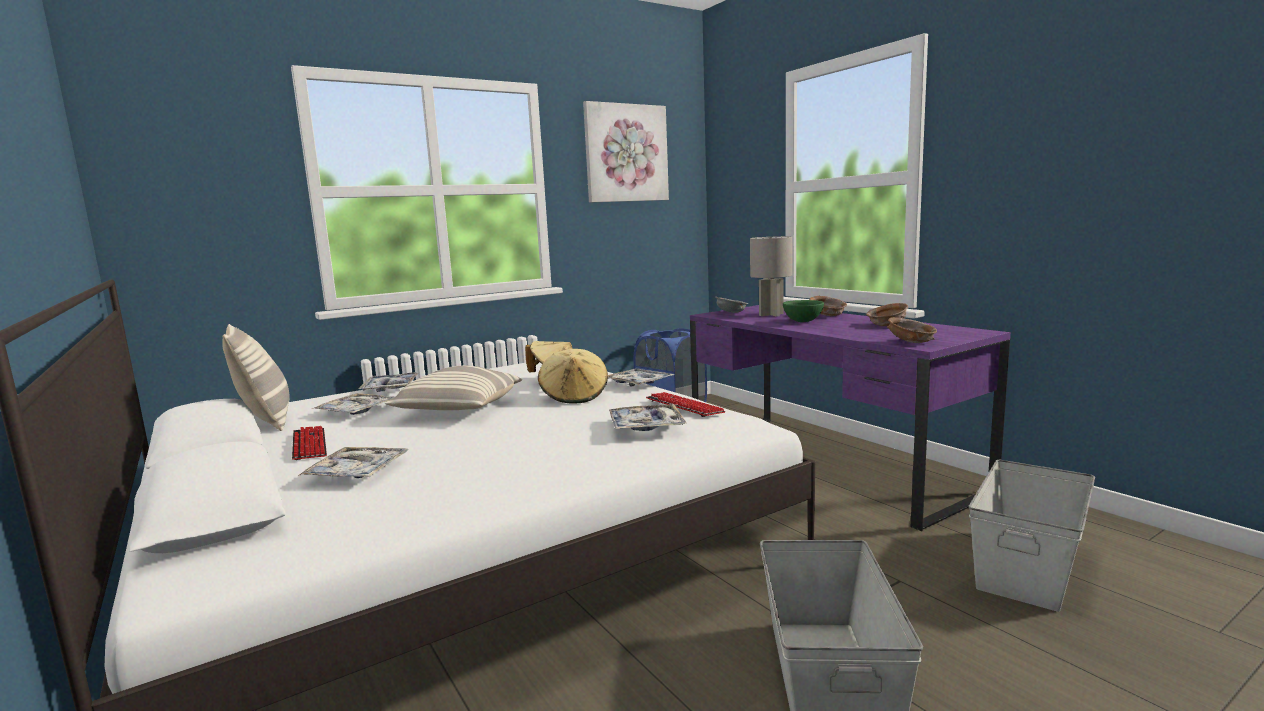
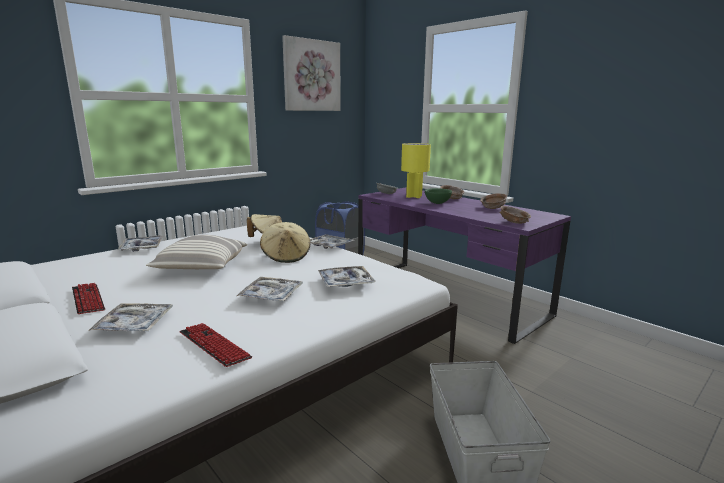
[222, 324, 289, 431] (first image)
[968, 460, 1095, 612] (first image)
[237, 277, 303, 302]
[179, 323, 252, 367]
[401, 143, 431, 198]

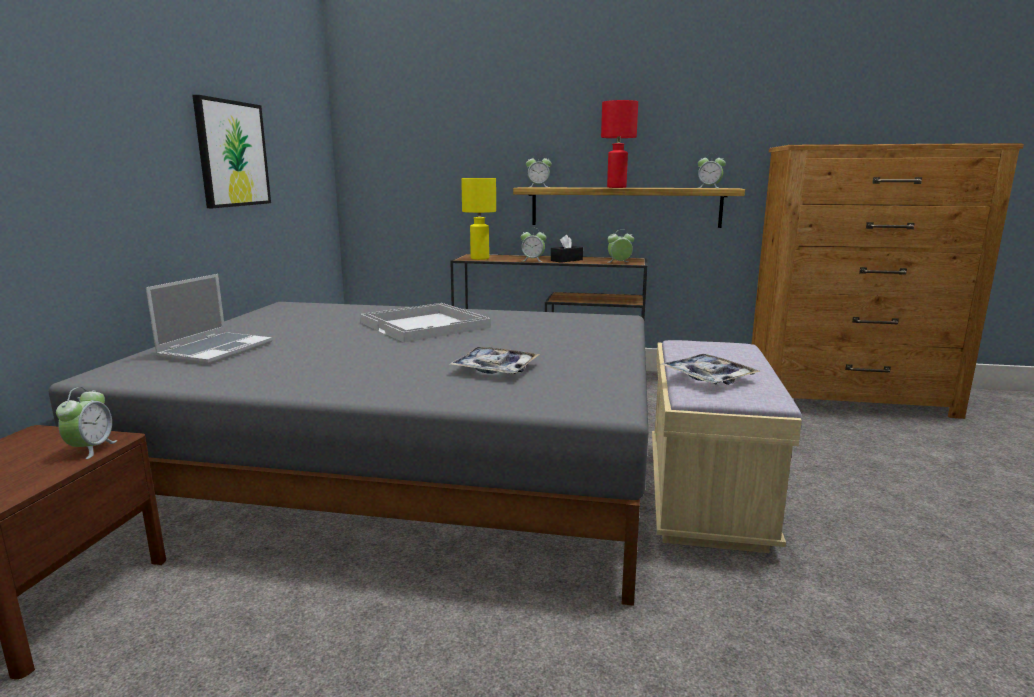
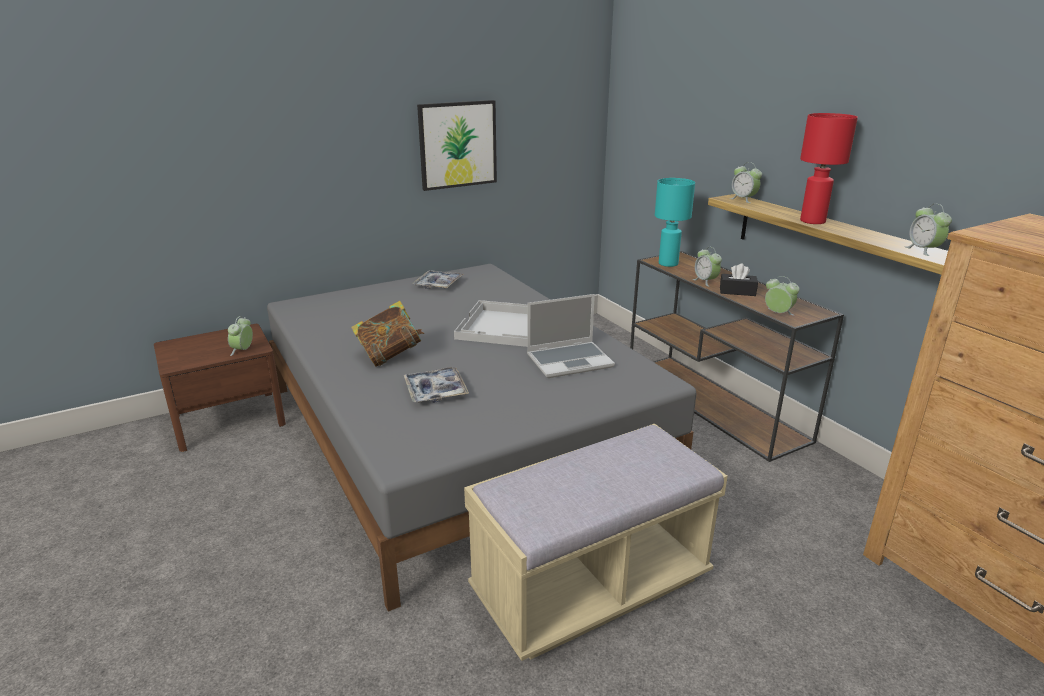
[351, 301, 424, 367]
[527, 294, 615, 378]
[412, 270, 464, 289]
[655, 178, 695, 267]
[228, 316, 253, 356]

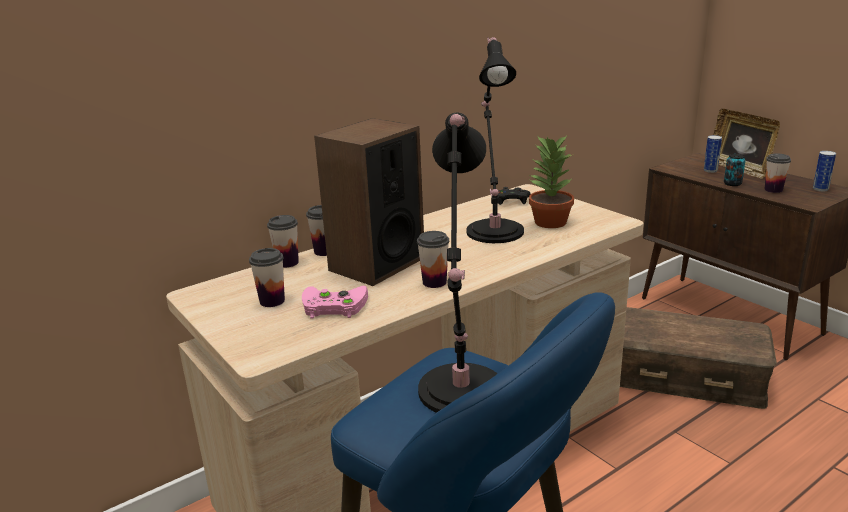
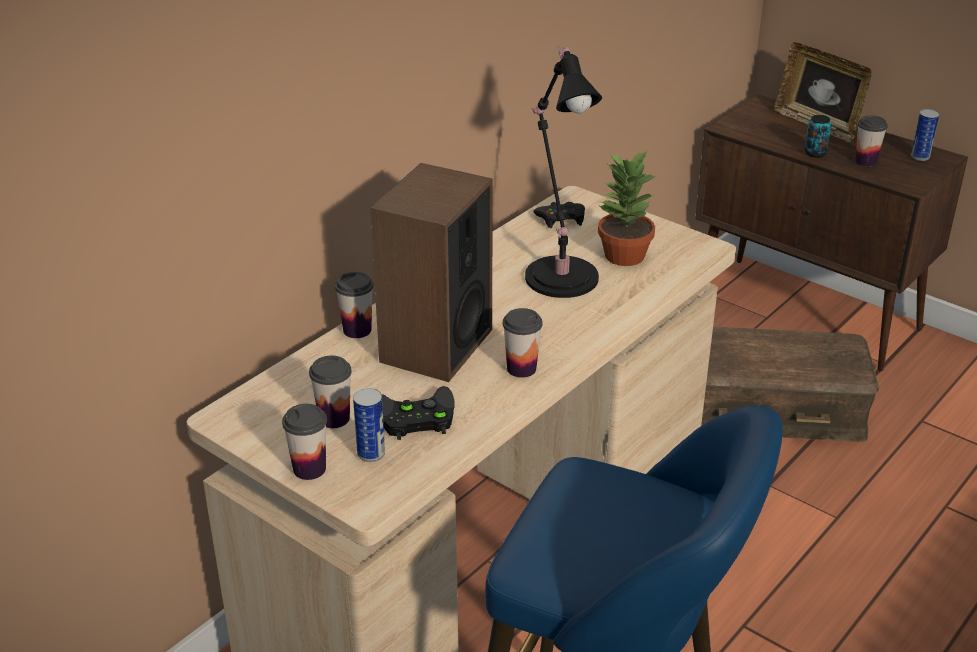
[418, 112, 497, 413] (first image)
[282, 404, 327, 480]
[353, 388, 385, 462]
[382, 386, 455, 440]

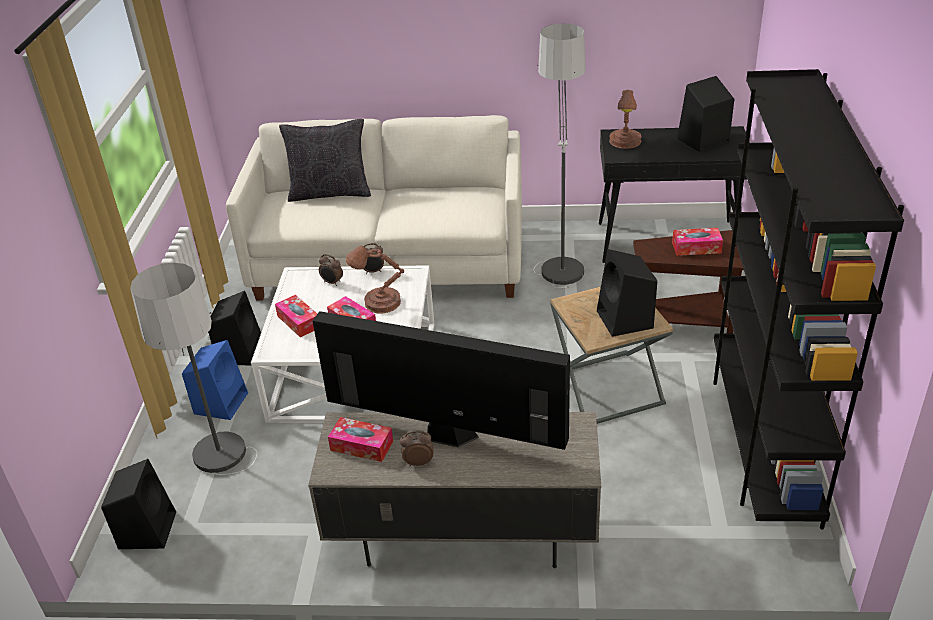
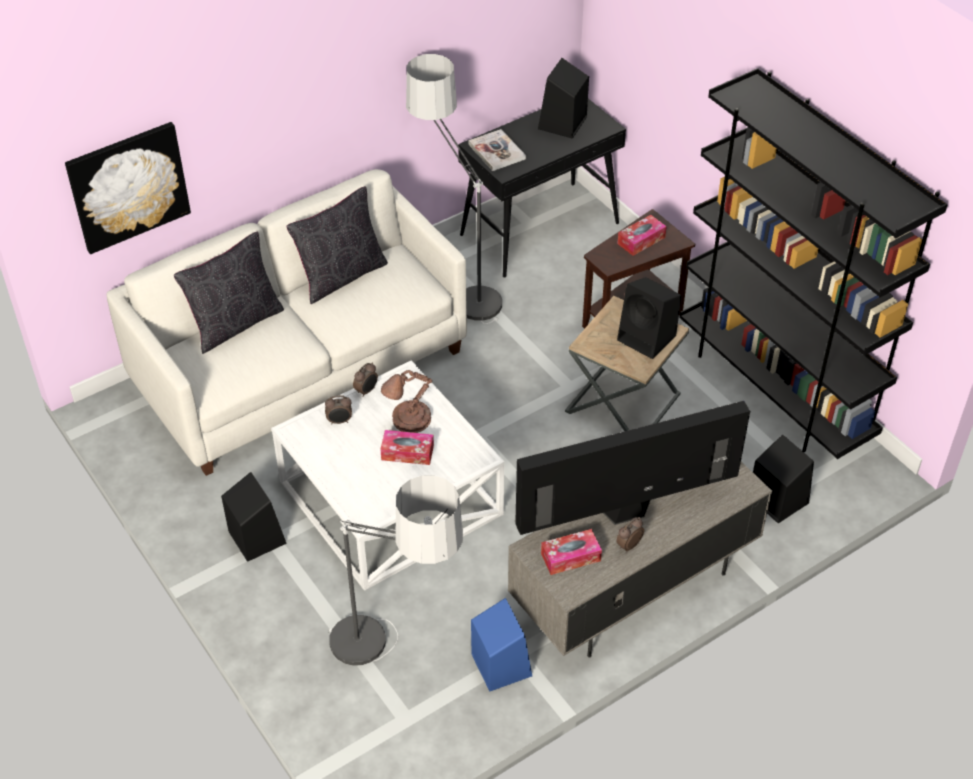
[275, 295, 317, 337] (first image)
[65, 122, 191, 254]
[286, 186, 388, 304]
[753, 435, 814, 523]
[471, 598, 532, 692]
[468, 129, 526, 171]

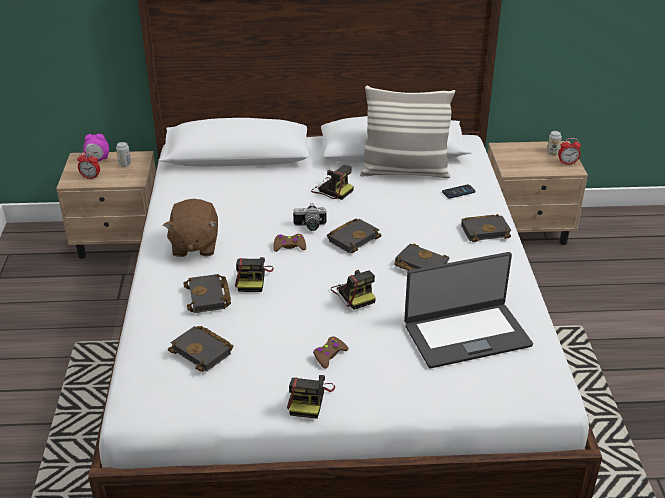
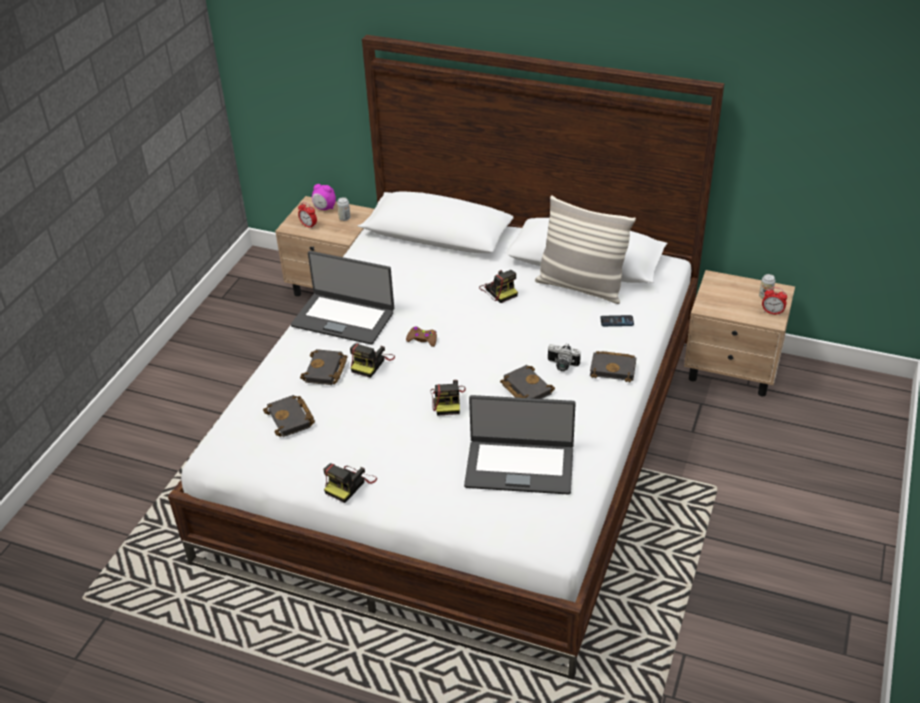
[313, 336, 349, 368] (first image)
[327, 218, 382, 253] (first image)
[548, 343, 581, 372]
[291, 251, 394, 345]

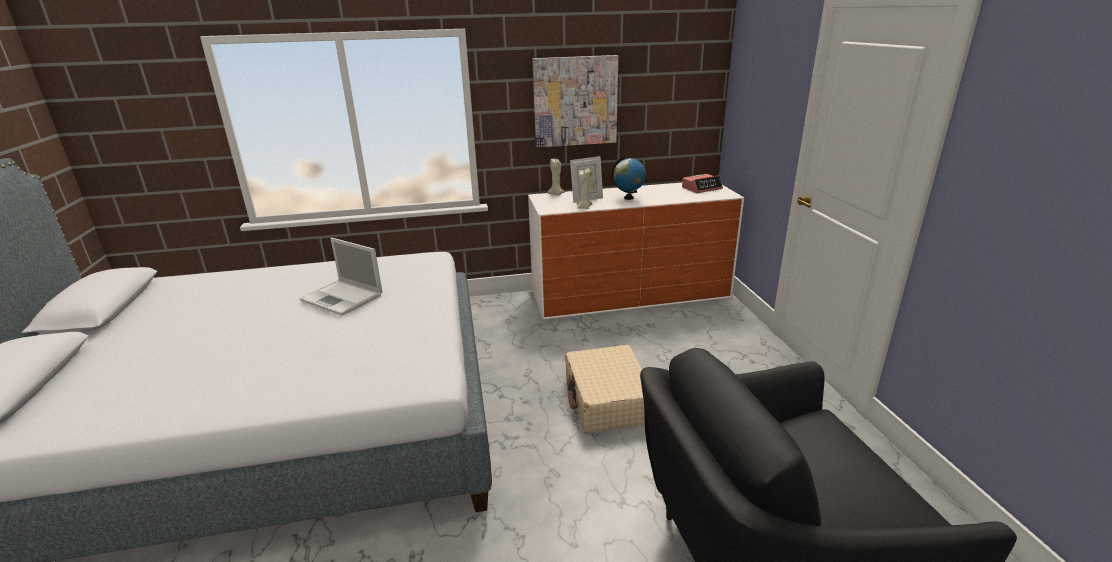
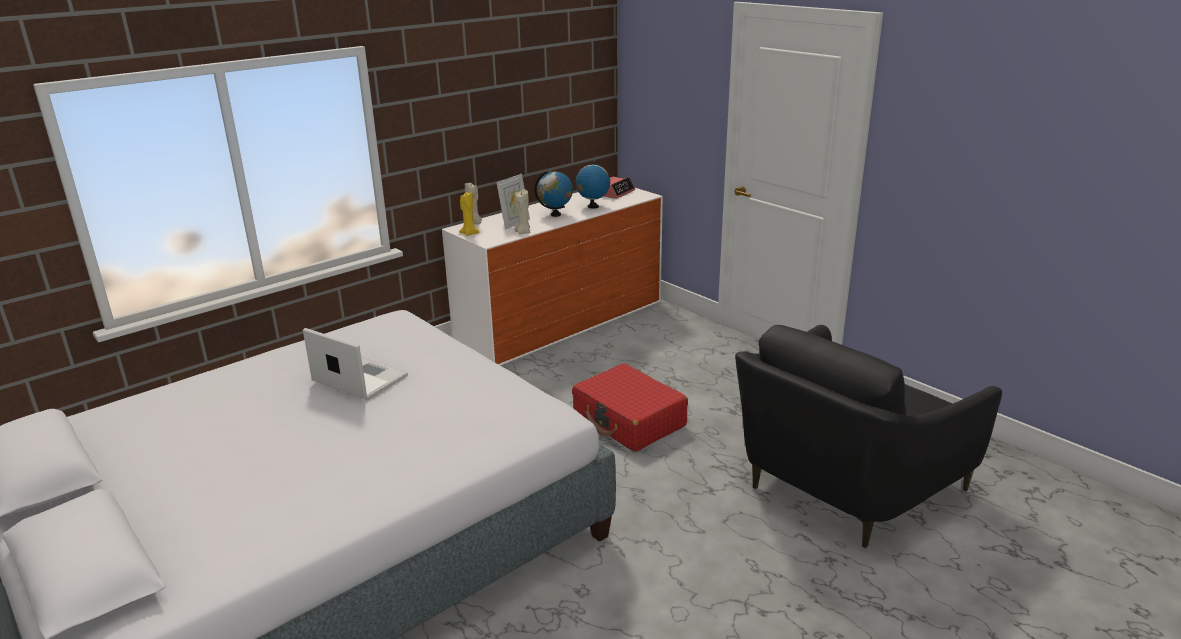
[532, 55, 618, 148] (first image)
[459, 192, 480, 236]
[576, 162, 610, 208]
[572, 363, 688, 452]
[303, 328, 408, 400]

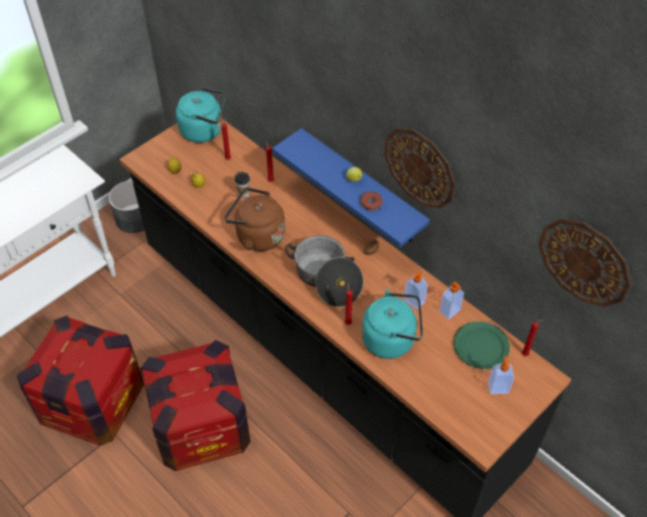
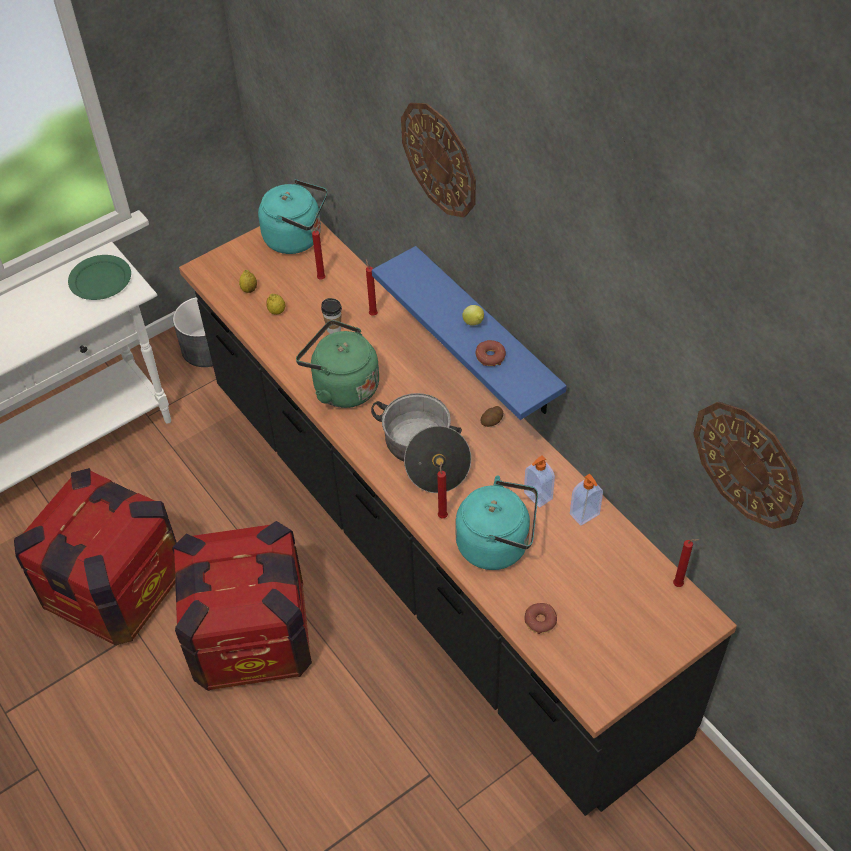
[488, 356, 514, 394] (first image)
[524, 603, 557, 634]
[401, 103, 476, 217]
[68, 255, 131, 300]
[296, 320, 379, 408]

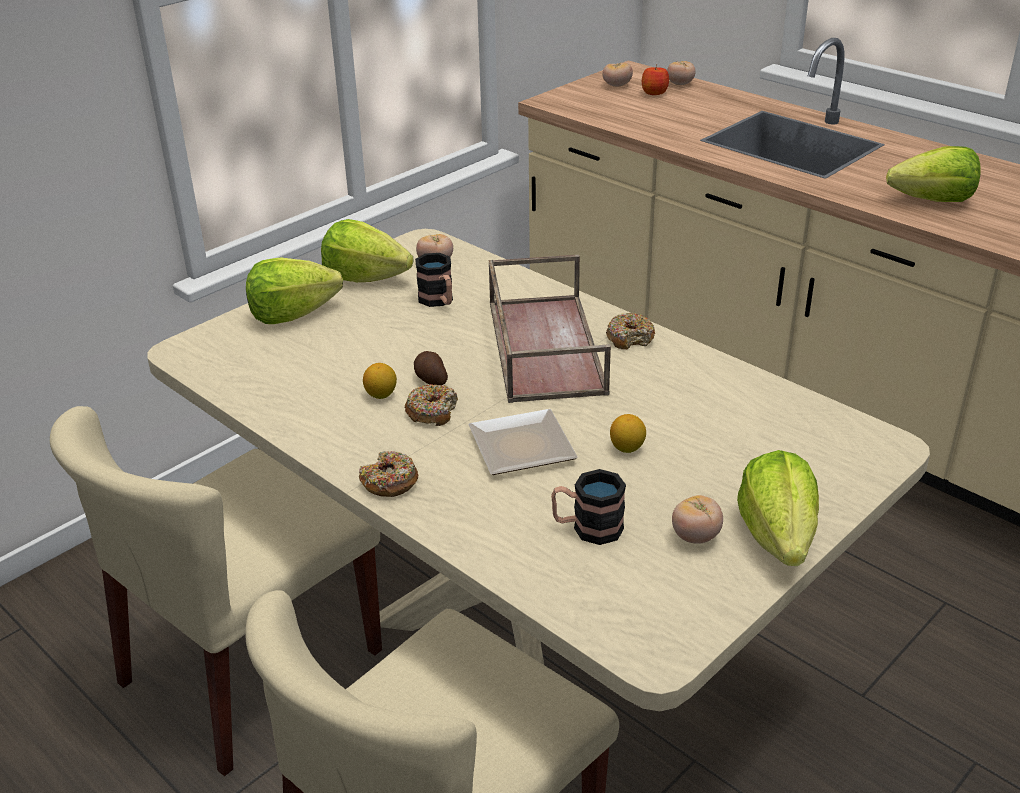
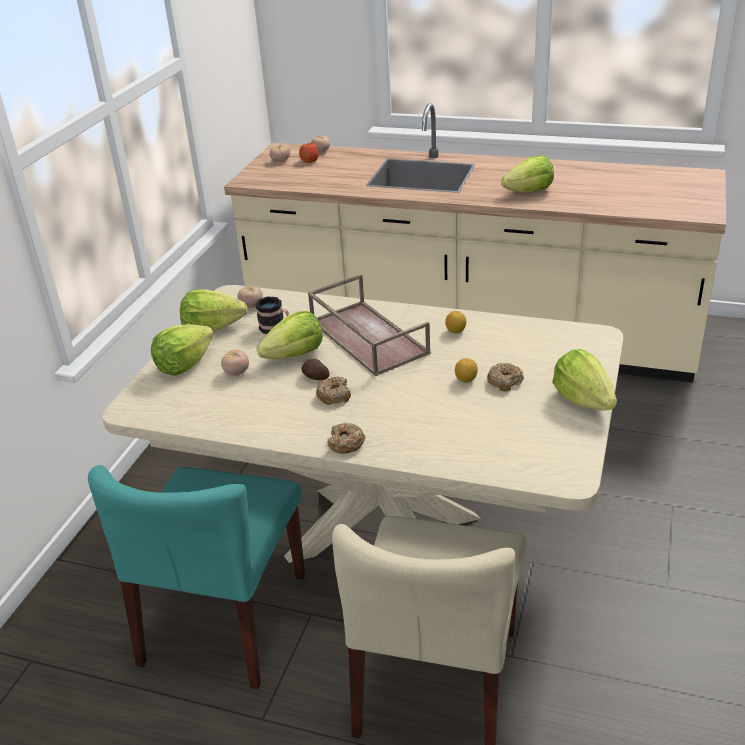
[468, 409, 578, 475] (first image)
[551, 469, 626, 545] (first image)
[257, 311, 323, 359]
[445, 311, 466, 333]
[487, 363, 524, 392]
[221, 350, 249, 376]
[88, 465, 305, 689]

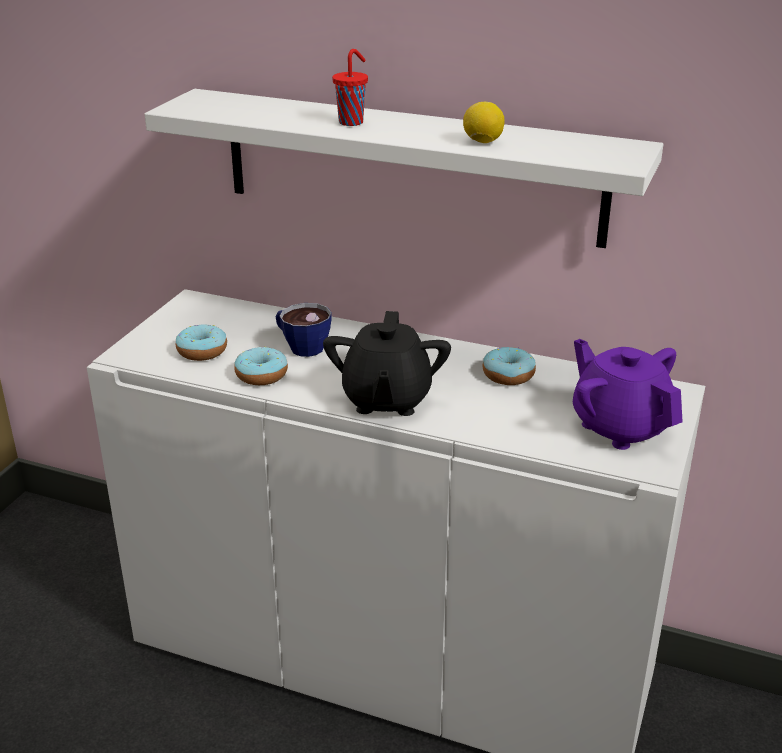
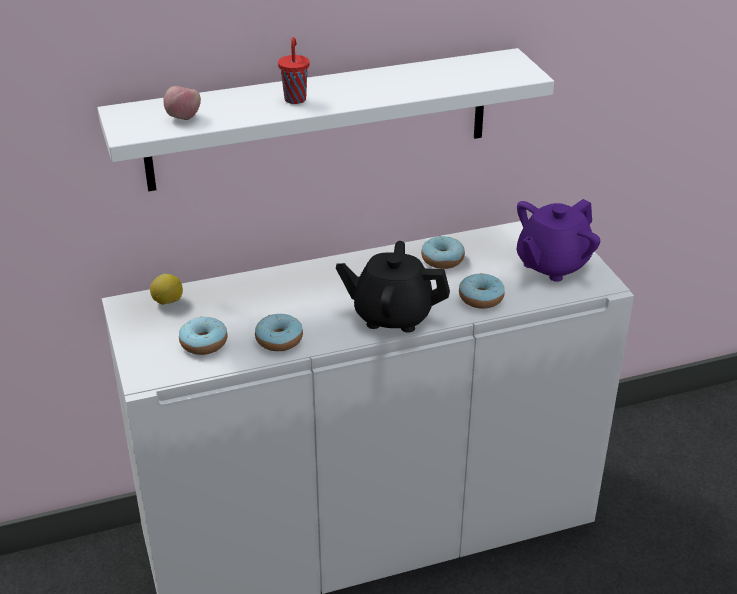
[275, 303, 332, 357] (first image)
[164, 86, 201, 120]
[459, 273, 505, 309]
[150, 274, 183, 305]
[336, 241, 450, 333]
[516, 199, 600, 282]

